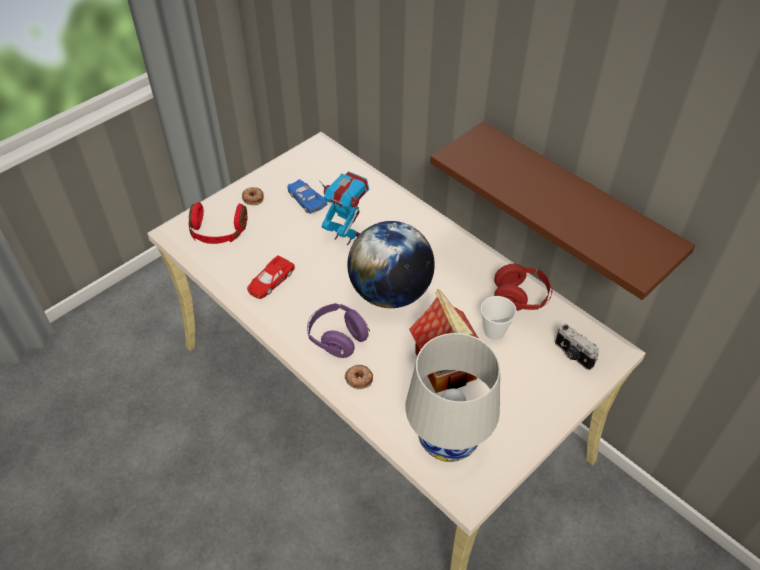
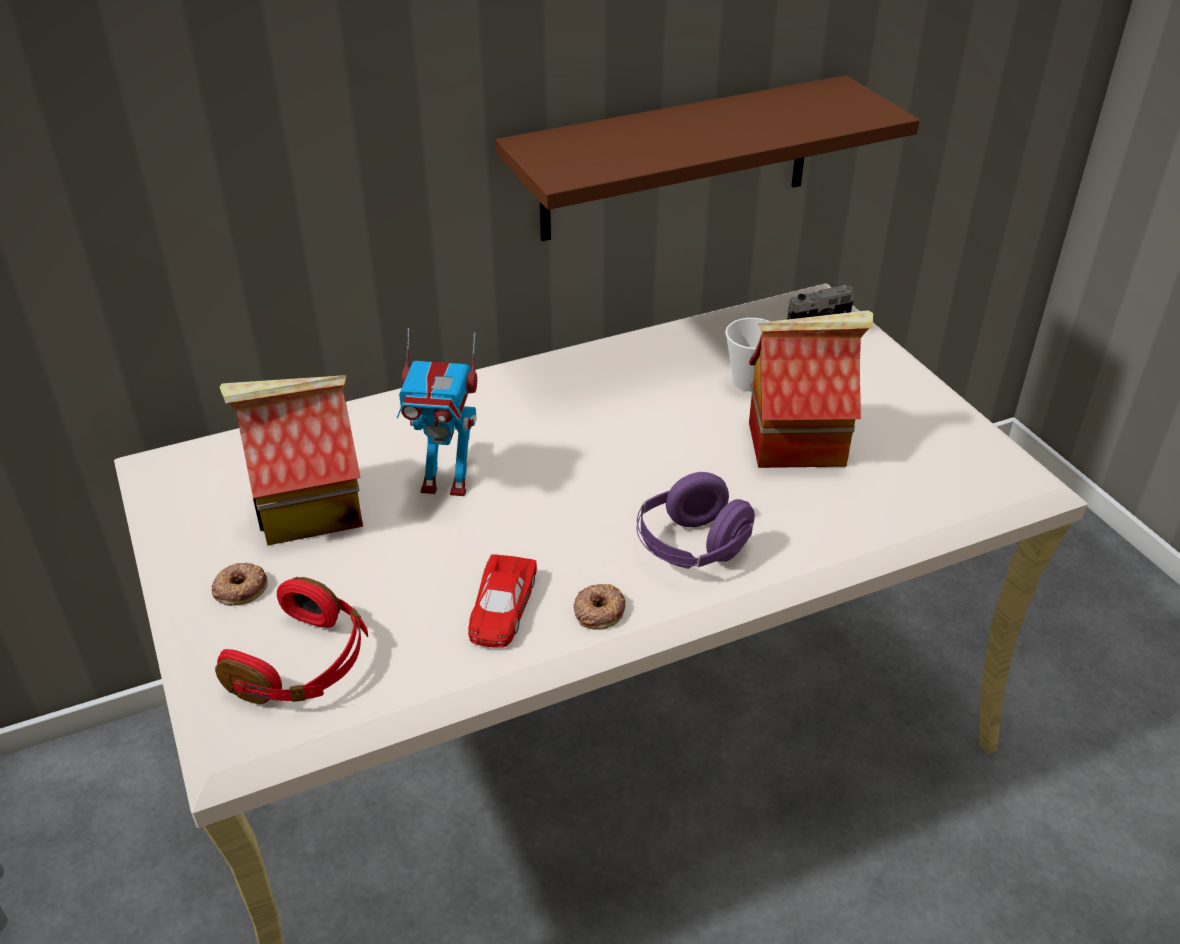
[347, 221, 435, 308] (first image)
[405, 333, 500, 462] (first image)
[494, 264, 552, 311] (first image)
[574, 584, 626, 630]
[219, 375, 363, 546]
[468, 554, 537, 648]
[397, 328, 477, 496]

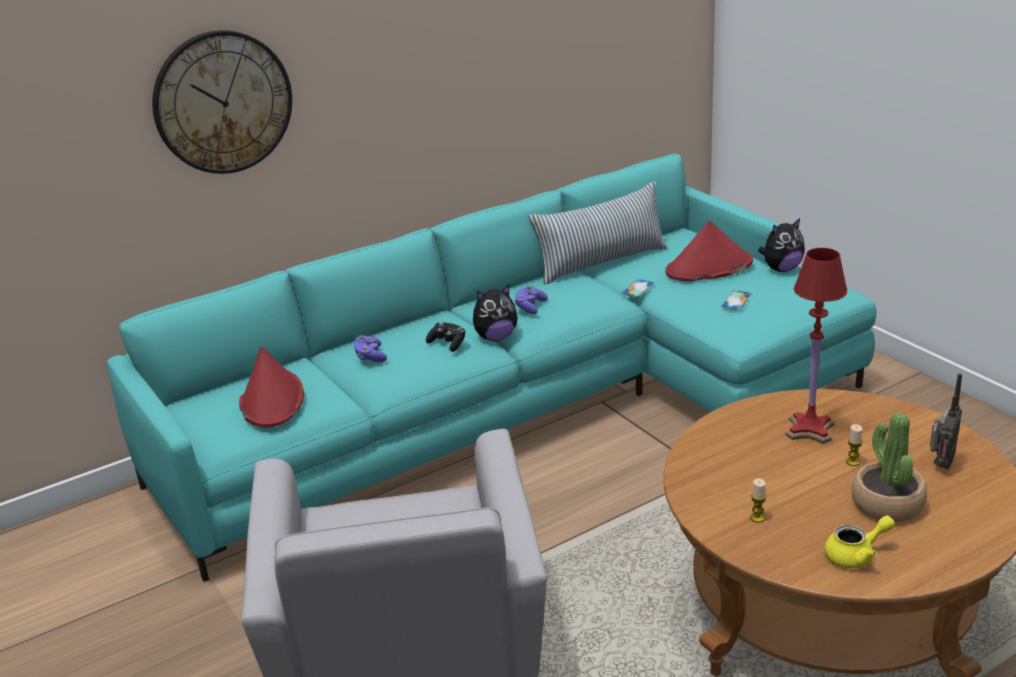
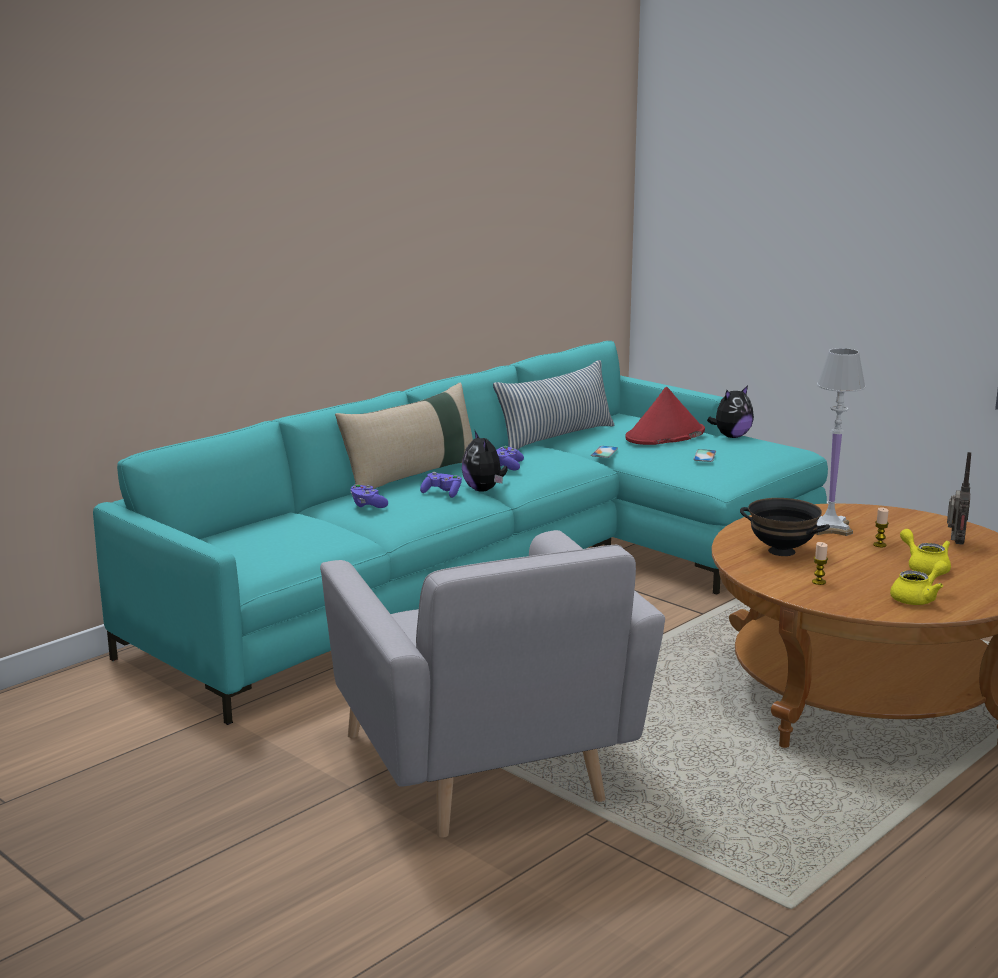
[152, 30, 292, 174] (first image)
[239, 346, 304, 428] (first image)
[335, 383, 473, 489]
[740, 498, 830, 556]
[900, 529, 951, 575]
[420, 472, 462, 498]
[815, 348, 866, 536]
[462, 431, 508, 492]

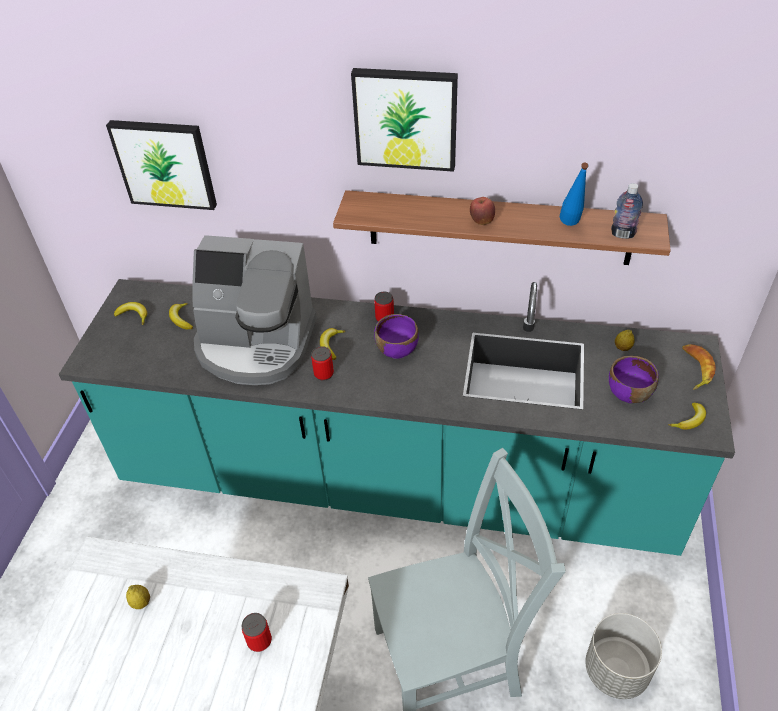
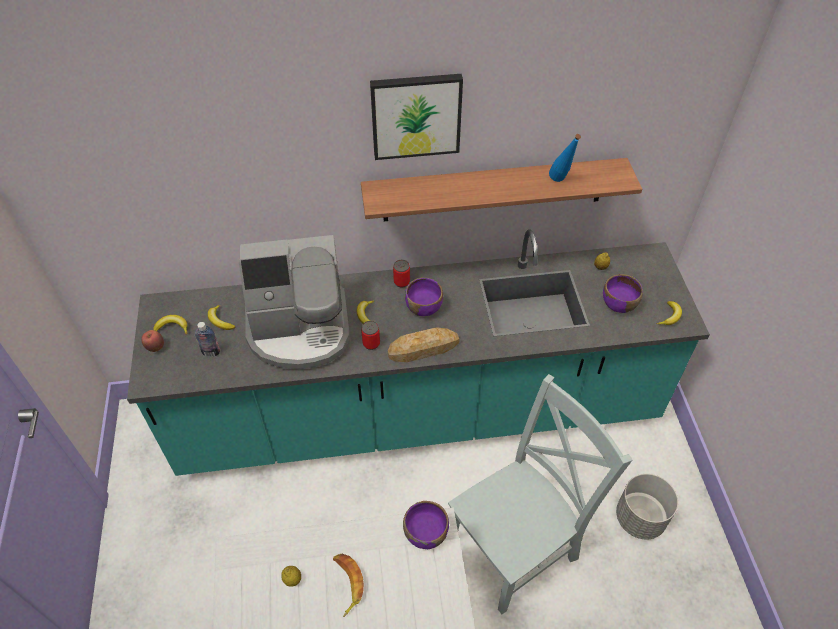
[106, 120, 217, 210] (first image)
[242, 613, 272, 652] (first image)
[388, 327, 460, 362]
[403, 501, 449, 549]
[141, 330, 164, 352]
[195, 322, 220, 357]
[333, 554, 364, 617]

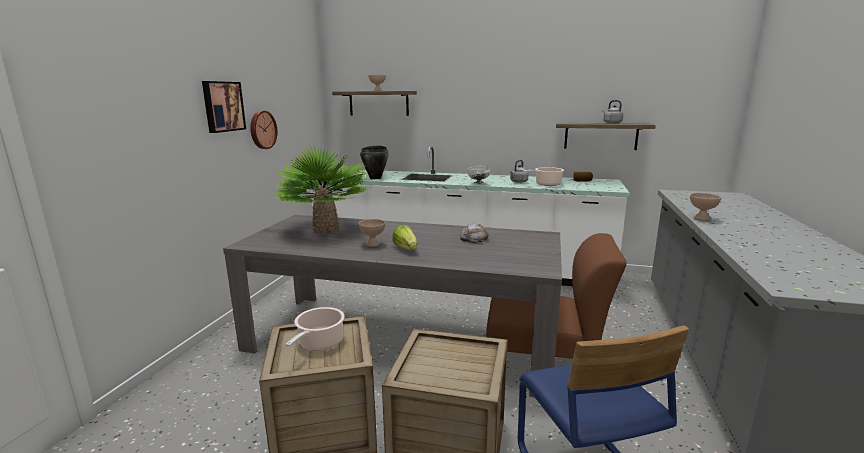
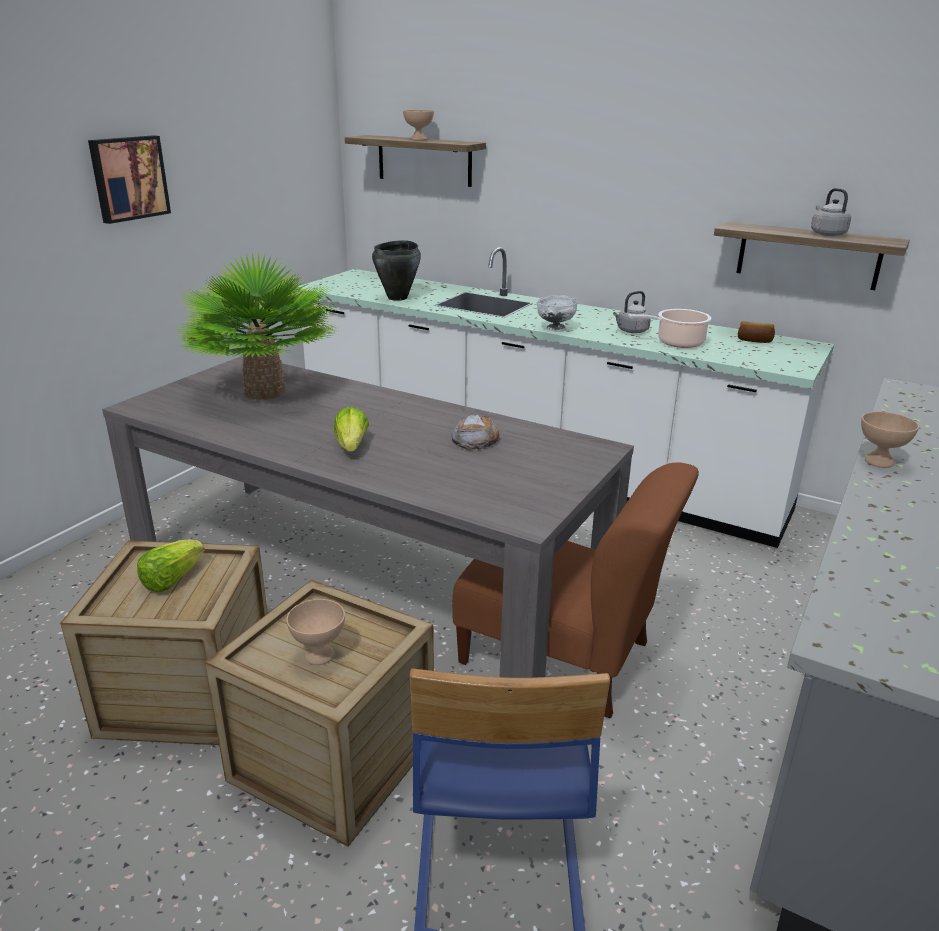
[250, 111, 277, 149] (first image)
[286, 599, 345, 665]
[137, 540, 204, 592]

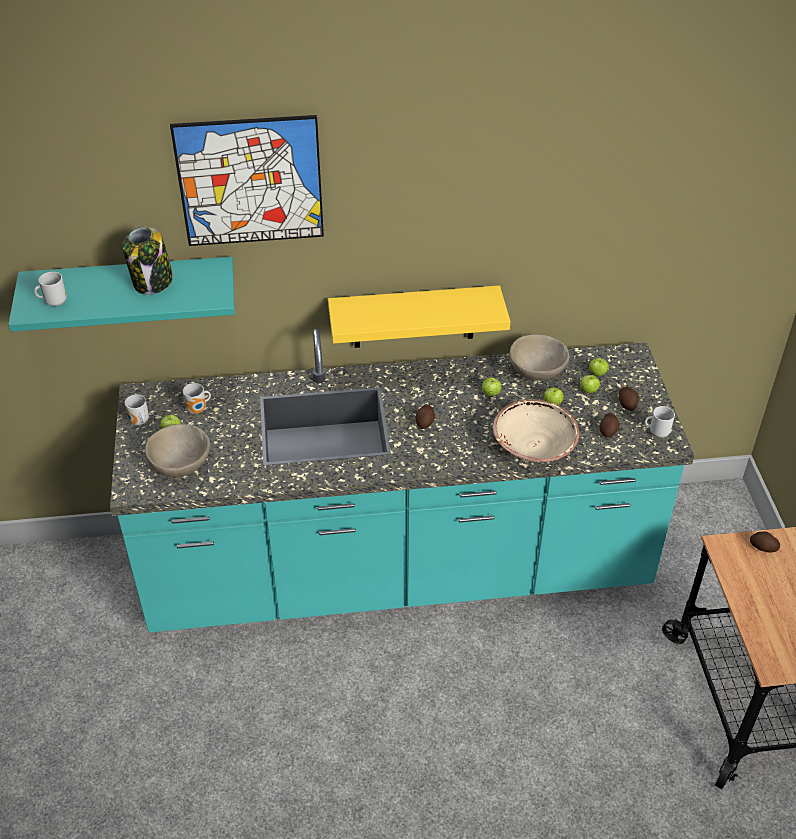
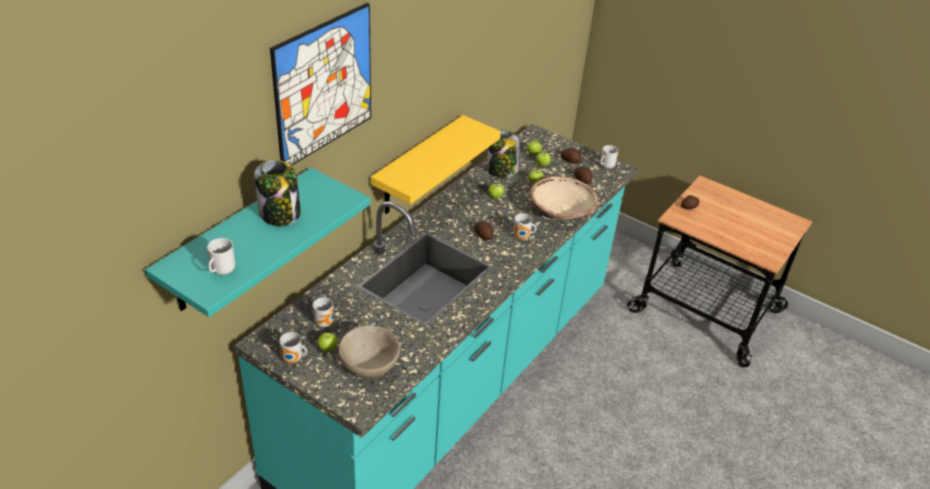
[513, 214, 537, 240]
[487, 130, 519, 177]

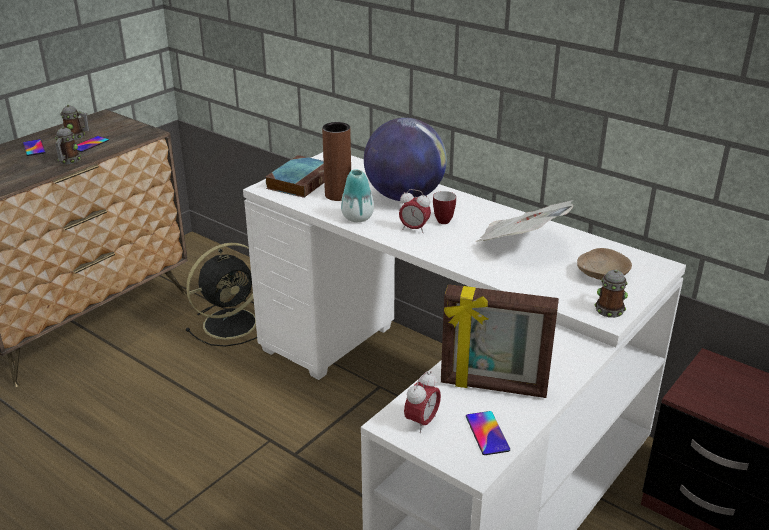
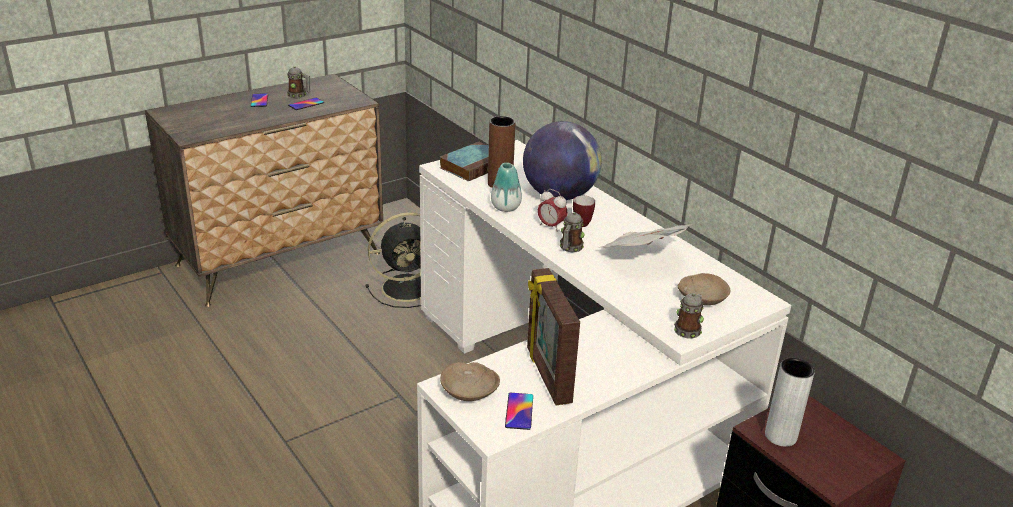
[765, 358, 815, 447]
[560, 212, 584, 252]
[440, 362, 500, 401]
[527, 268, 580, 405]

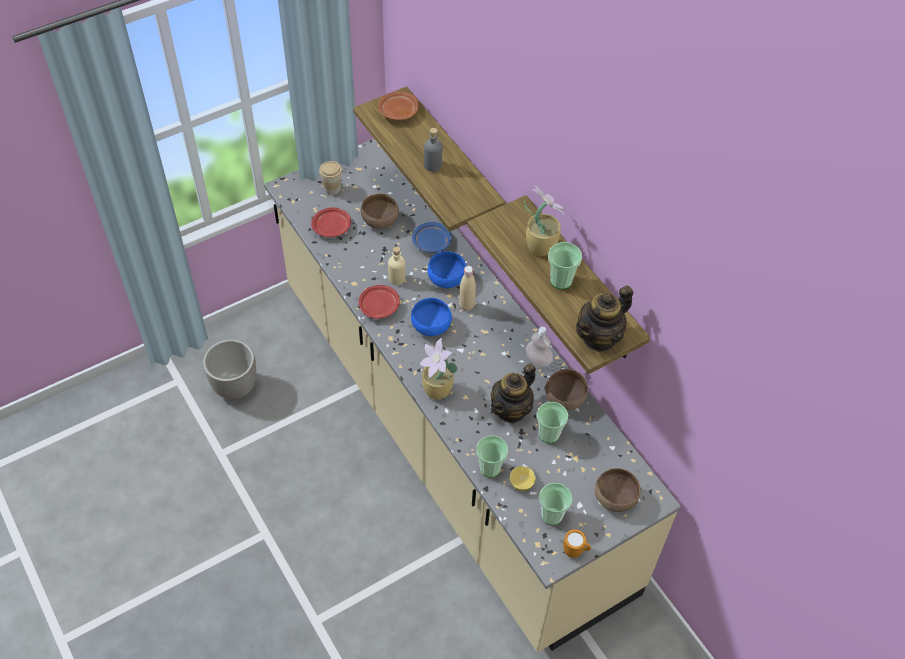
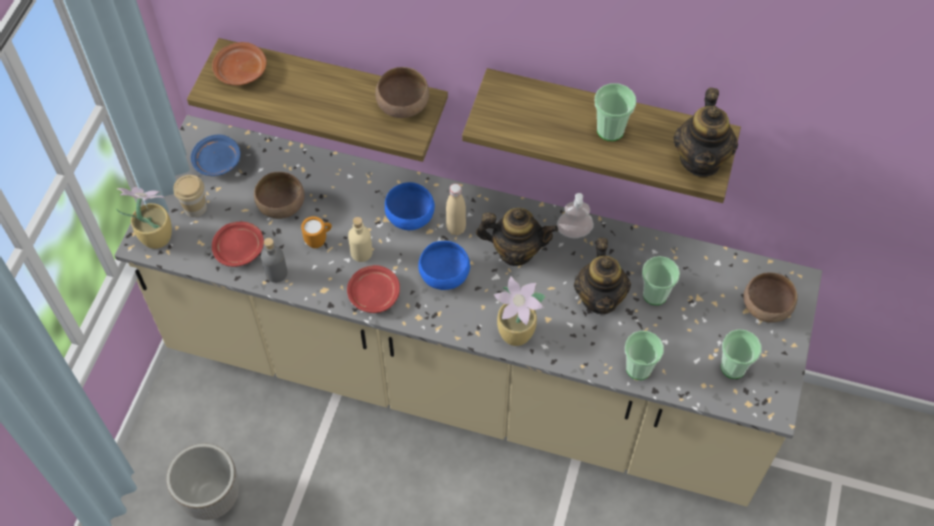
[510, 466, 536, 491] (first image)
[476, 208, 558, 266]
[191, 135, 241, 176]
[261, 238, 287, 283]
[116, 187, 172, 249]
[375, 67, 429, 118]
[301, 216, 332, 248]

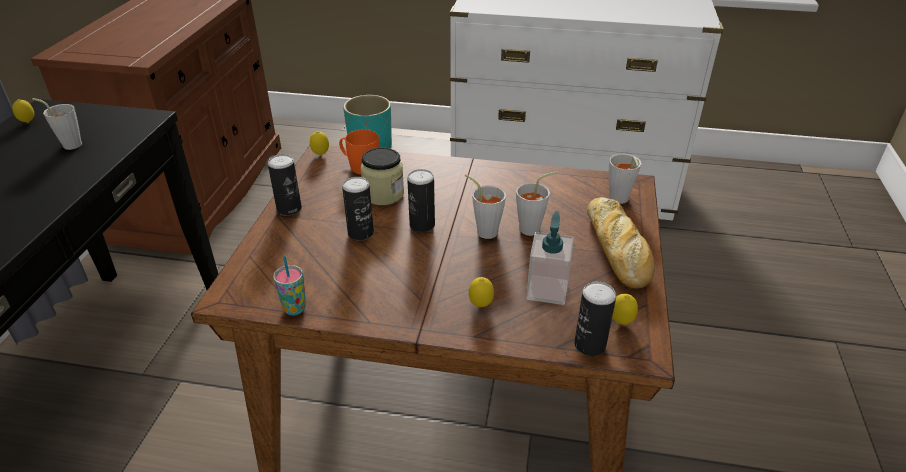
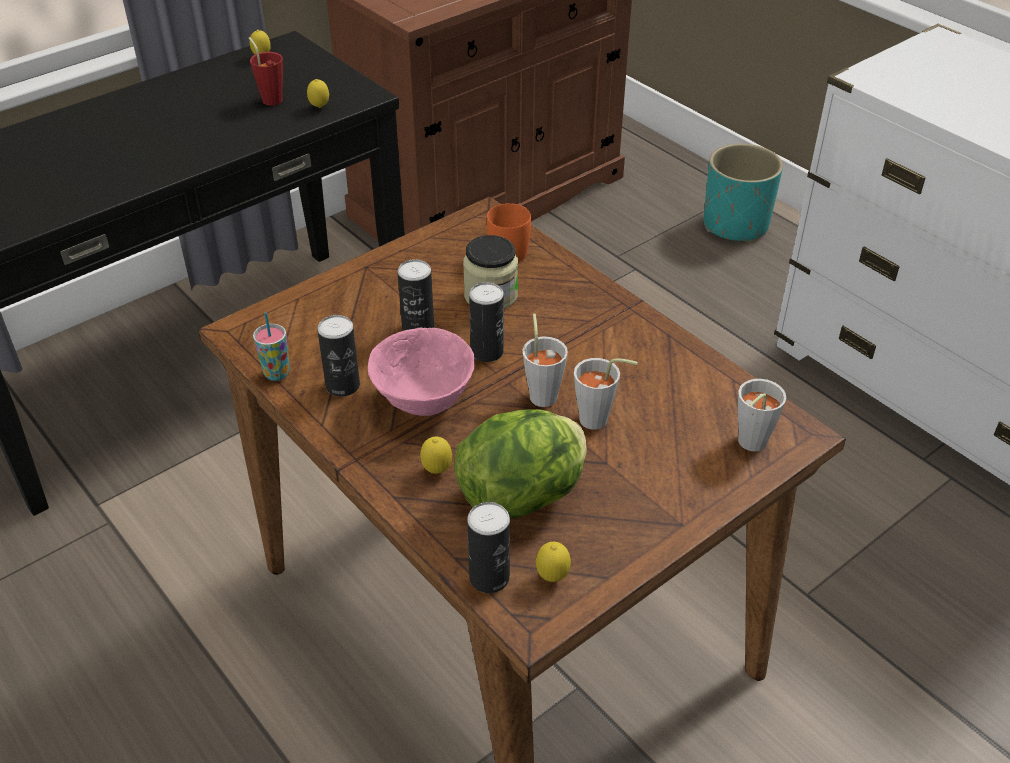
[587, 197, 655, 289] (first image)
[368, 328, 475, 416]
[317, 315, 360, 397]
[307, 79, 329, 108]
[454, 409, 587, 519]
[248, 37, 283, 106]

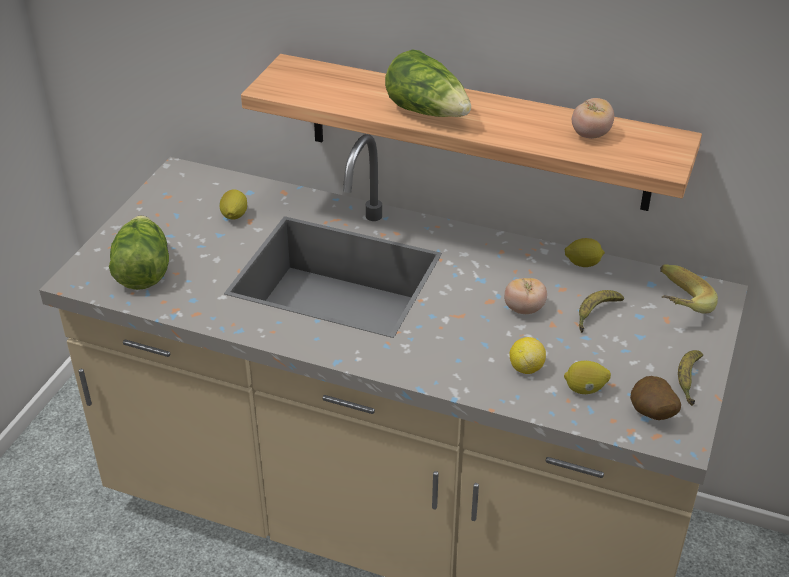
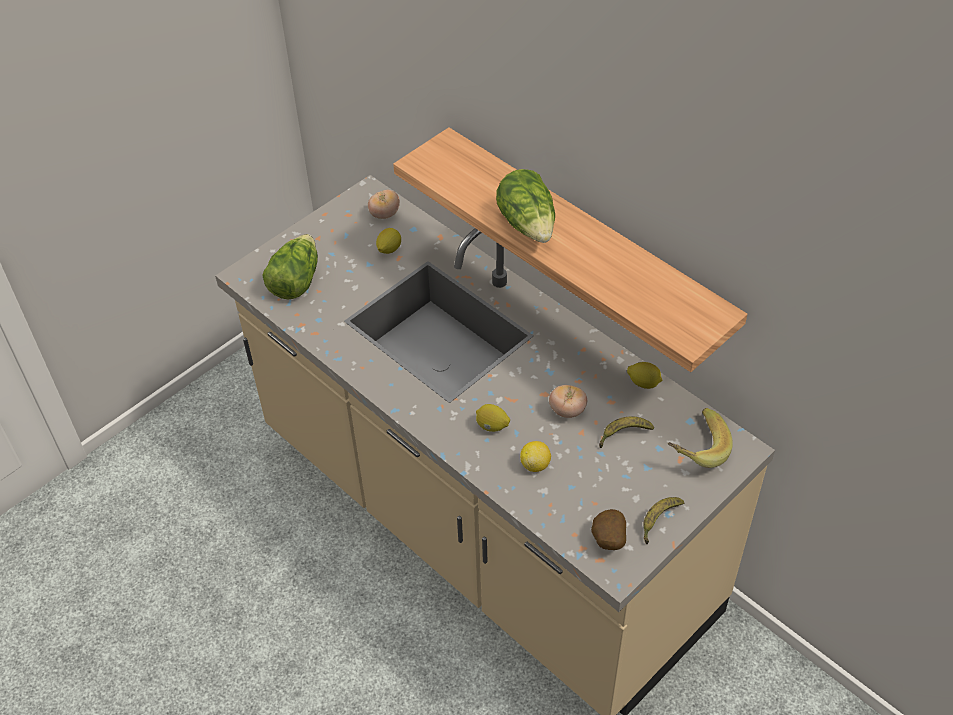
[476, 404, 510, 432]
[368, 190, 400, 219]

